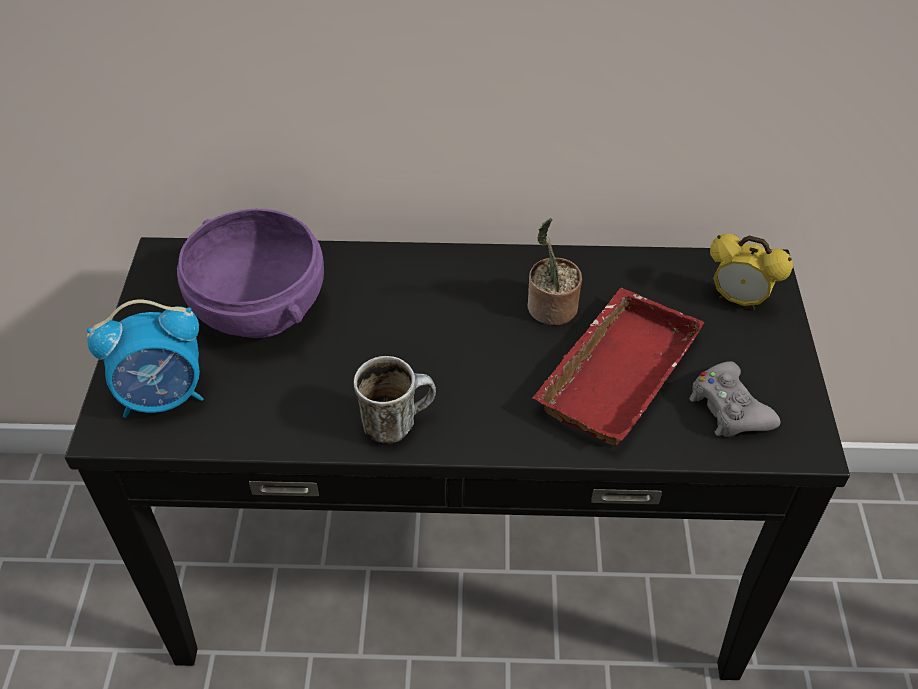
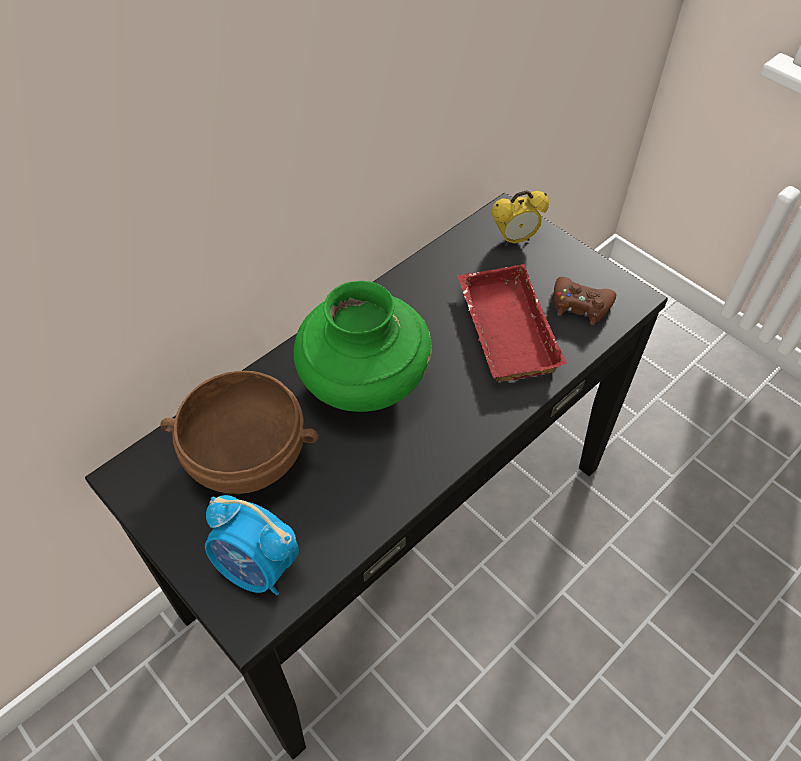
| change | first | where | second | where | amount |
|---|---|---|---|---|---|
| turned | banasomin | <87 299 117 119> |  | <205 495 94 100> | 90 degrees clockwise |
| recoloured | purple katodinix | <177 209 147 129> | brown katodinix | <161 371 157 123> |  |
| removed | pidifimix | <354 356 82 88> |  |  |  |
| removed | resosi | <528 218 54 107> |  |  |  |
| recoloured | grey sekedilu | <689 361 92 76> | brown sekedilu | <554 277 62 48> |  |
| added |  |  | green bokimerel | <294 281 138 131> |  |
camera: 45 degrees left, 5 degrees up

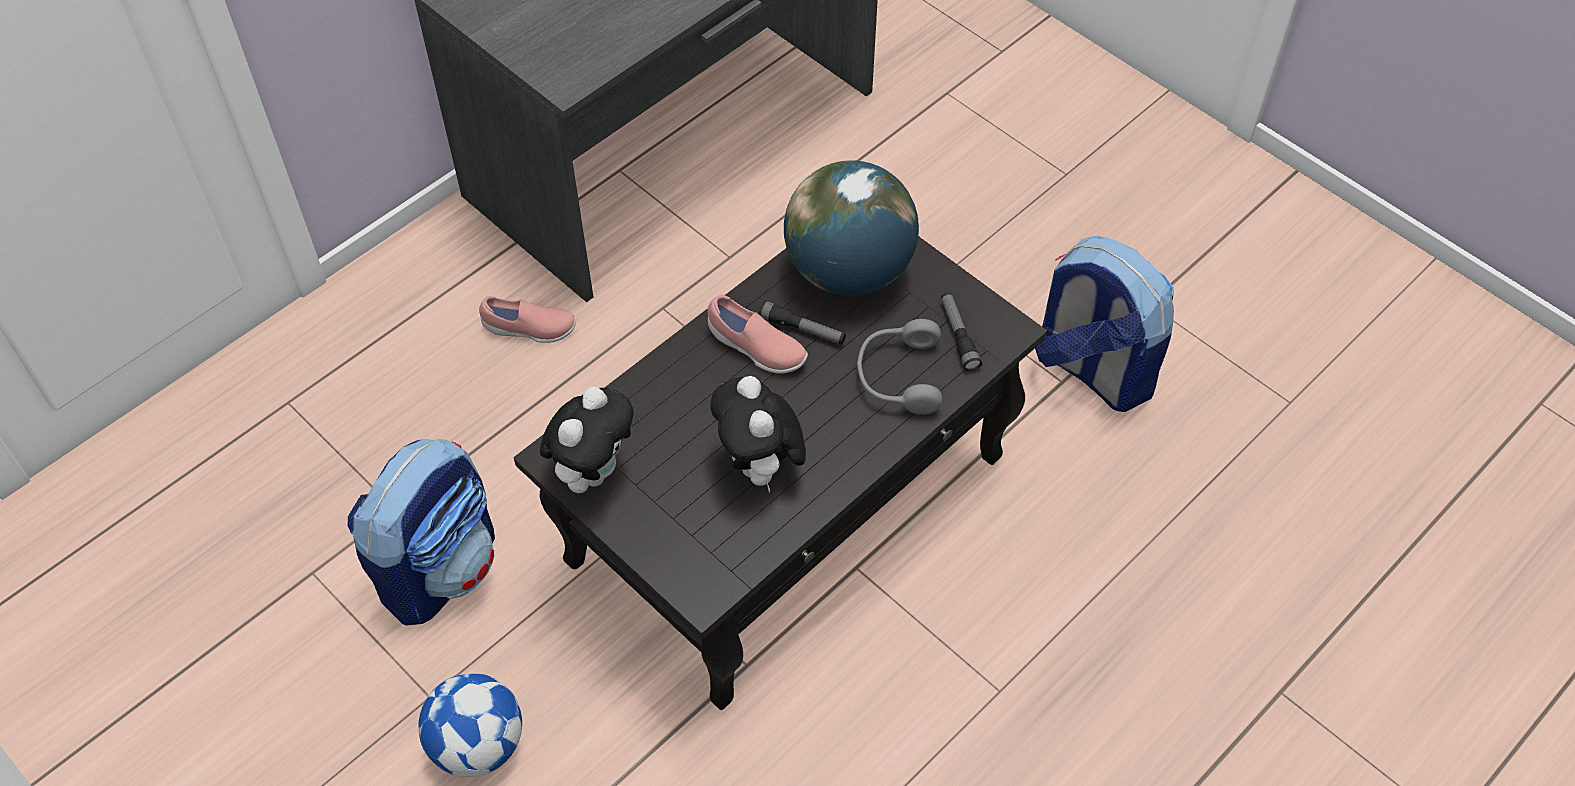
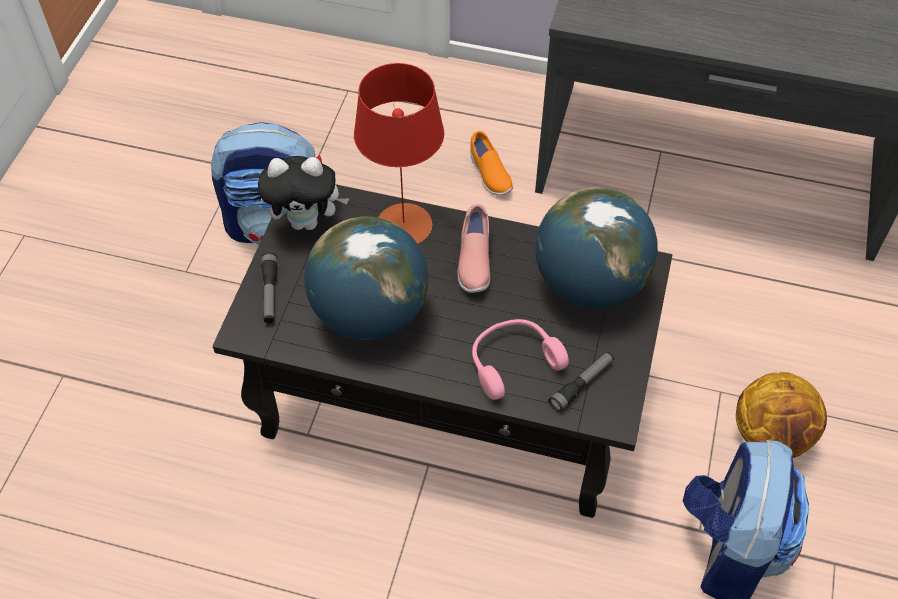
| change | first | where | second | where | amount |
|---|---|---|---|---|---|
| removed | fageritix | <418 673 104 104> |  |  |  |
| recoloured | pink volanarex | <479 296 97 47> | orange volanarex | <470 131 43 65> |  |
| replaced | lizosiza | <710 376 96 116> | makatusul | <304 217 124 123> |  |
| moved | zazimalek | <758 301 88 44> |  | <261 252 16 71> |  |
| recoloured | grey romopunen | <857 319 85 96> | pink romopunen | <472 319 97 81> |  |
| added |  |  | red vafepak | <354 63 90 181> |  |
| added |  |  | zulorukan | <736 372 91 86> |  |
camera: 60 degrees right, 0 degrees up

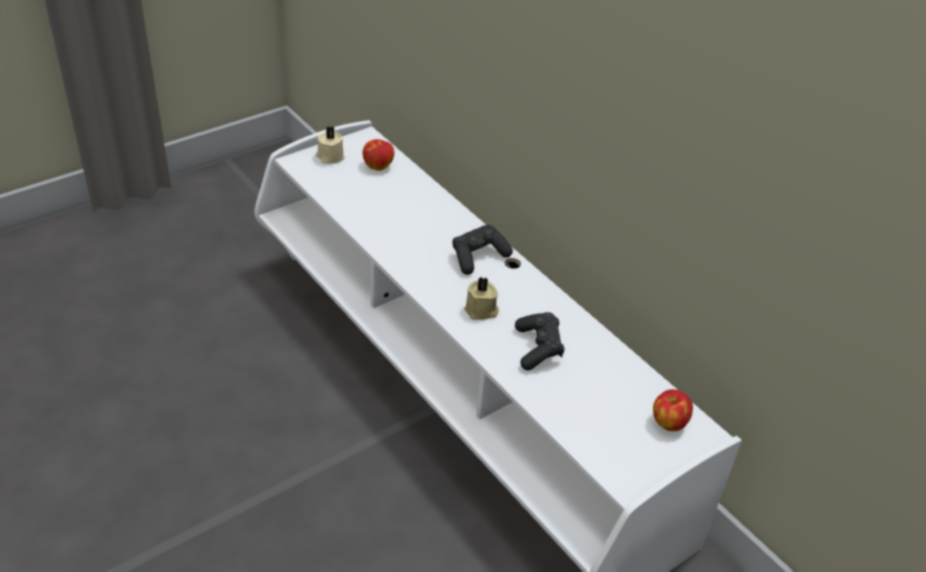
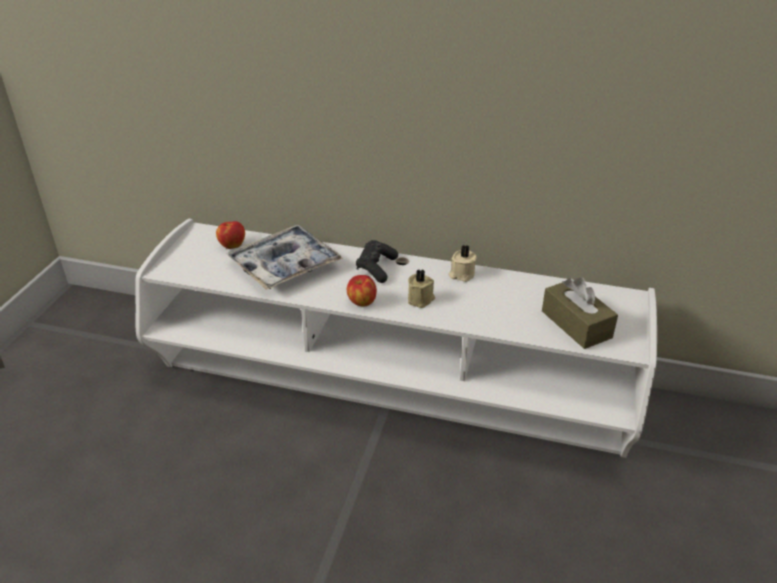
| change | first | where | second | where | amount |
|---|---|---|---|---|---|
| moved | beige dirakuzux | <316 126 28 38> |  | <449 245 28 37> |  |
| removed | black sekedilu | <515 312 49 58> |  |  |  |
| moved | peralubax | <653 389 40 42> |  | <347 275 30 32> |  |
| added |  |  | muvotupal | <227 225 116 65> |  |
| added |  |  | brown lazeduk | <542 277 76 72> |  |
camera: 35 degrees left, 5 degrees down

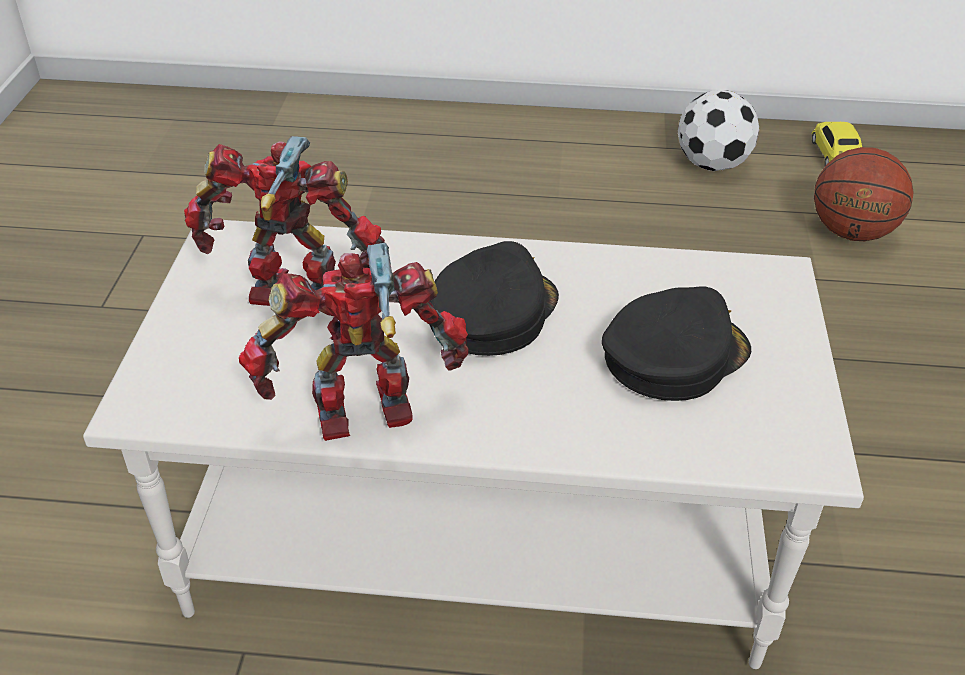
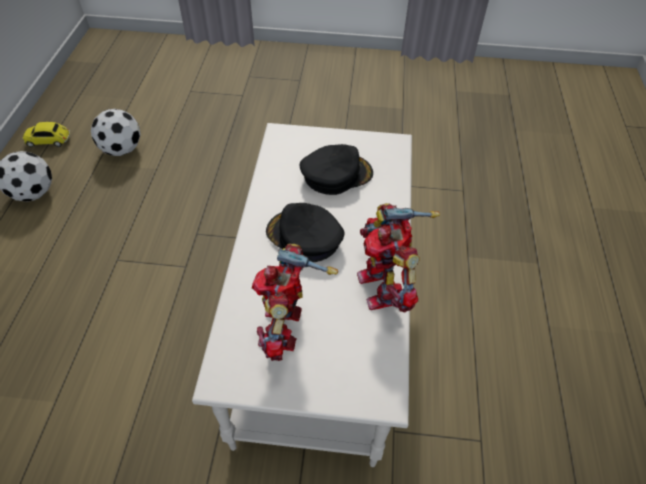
| change | first | where | second | where | amount |
|---|---|---|---|---|---|
| turned | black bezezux | <602 286 149 115> |  | <300 144 73 51> | 105 degrees clockwise |
| replaced | zulorukan | <814 147 99 94> | fageritix | <91 109 50 47> |  |
camera: 90 degrees left, 10 degrees up

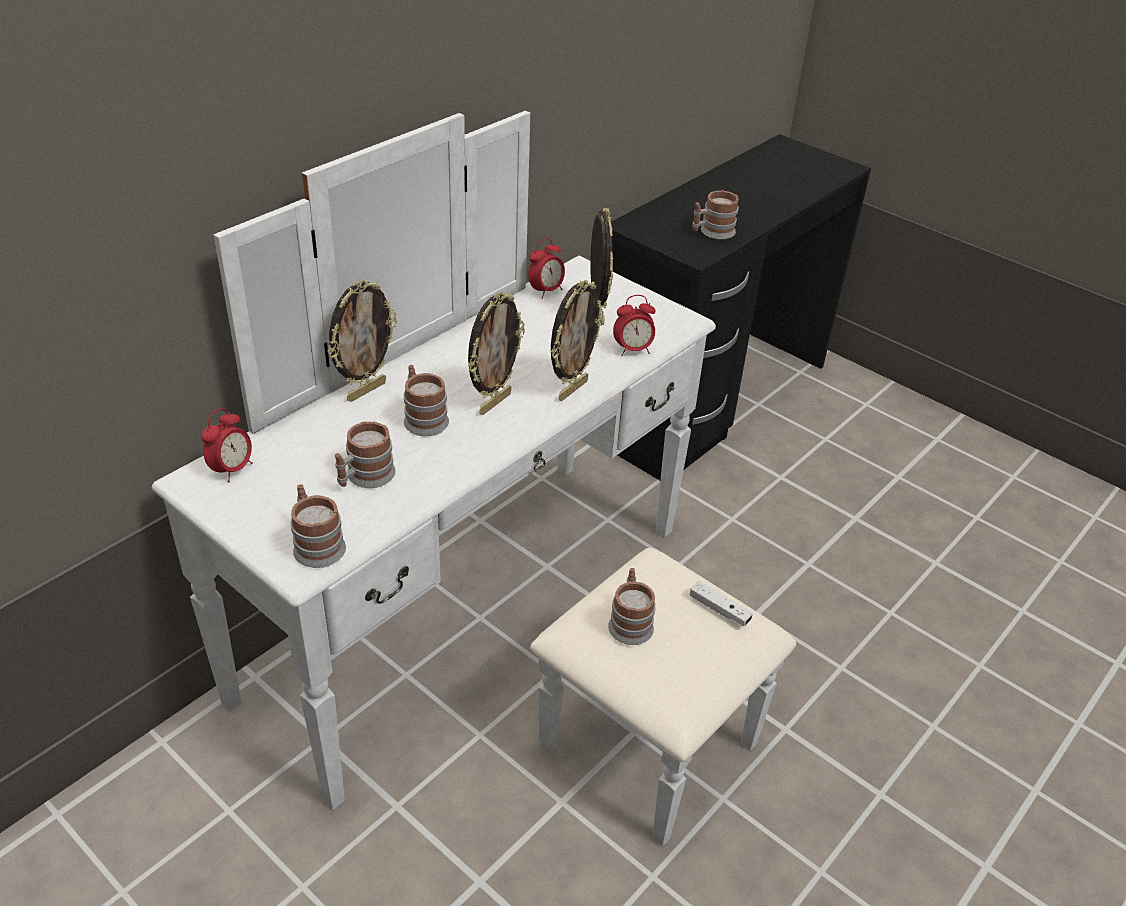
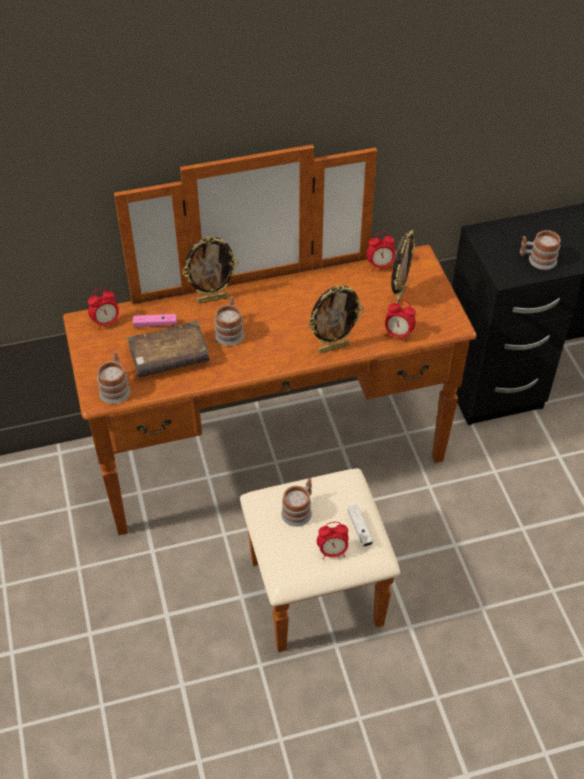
| change | first | where | second | where | amount |
|---|---|---|---|---|---|
| recoloured | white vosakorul | <152 111 644 736> | brown vosakorul | <63 144 414 508> |  |
| replaced | pidifimix | <335 421 61 67> | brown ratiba | <127 320 83 58> |  |
| removed | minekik | <468 292 57 123> |  |  |  |
| added |  |  | pink sekedilu | <133 314 44 13> |  |
| added |  |  | banasomin | <317 522 32 37> |  |
camera: 35 degrees right, 10 degrees up

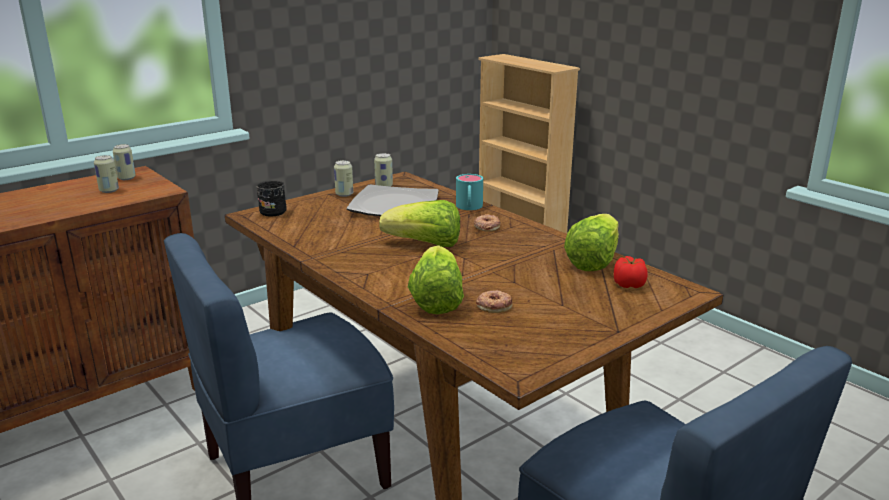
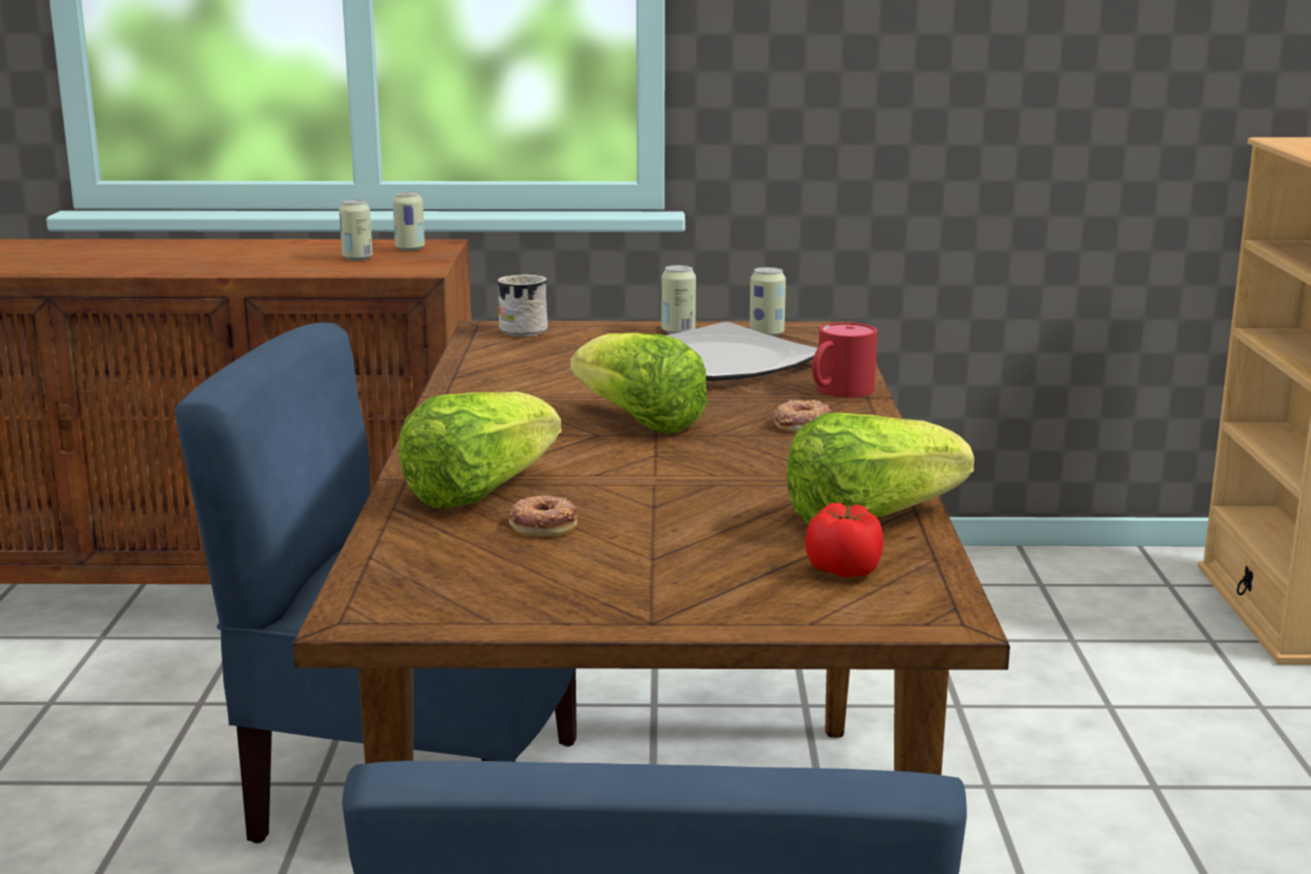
| change | first | where | second | where | amount |
|---|---|---|---|---|---|
| recoloured | black pidifimix | <257 181 30 35> | white pidifimix | <498 275 50 62> |  |
| recoloured | turquoise pidifimix | <456 174 27 36> | red pidifimix | <812 322 65 76> |  |
camera: 40 degrees right, 5 degrees down

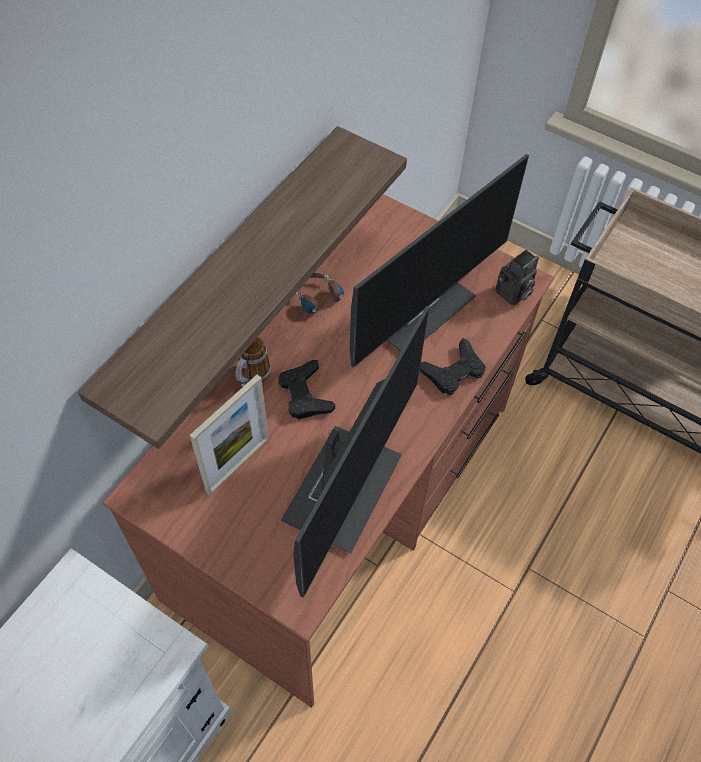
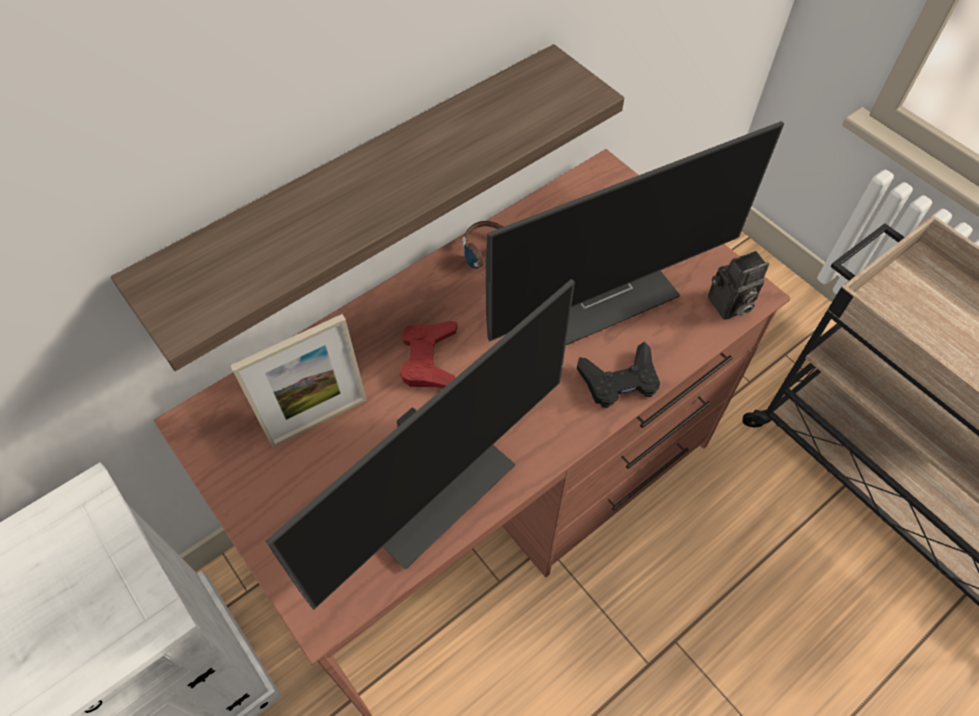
| change | first | where | second | where | amount |
|---|---|---|---|---|---|
| removed | pidifimix | <235 336 36 51> |  |  |  |
| recoloured | black sekedilu | <278 360 57 59> | red sekedilu | <400 321 58 67> |  |
camera: 20 degrees right, 0 degrees up

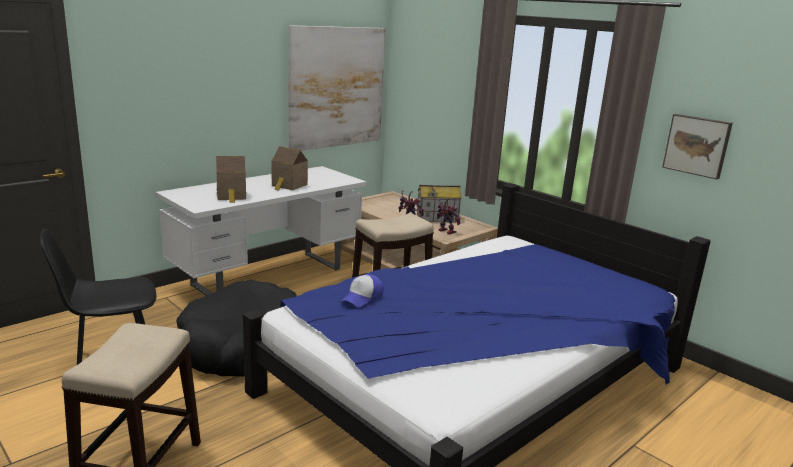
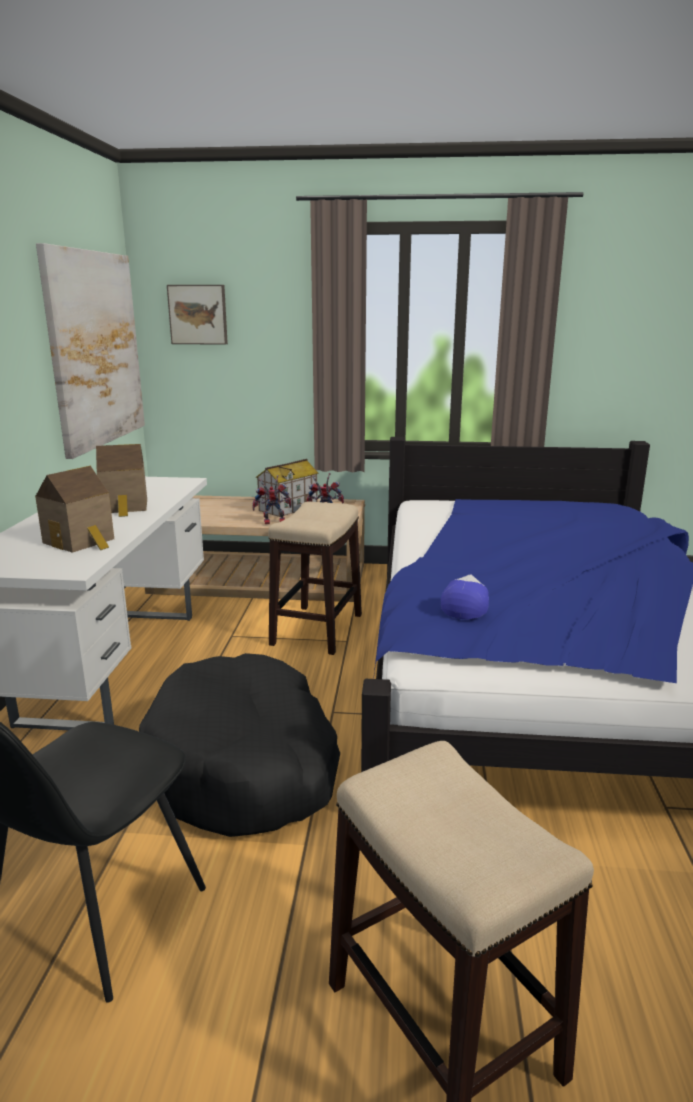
| change | first | where | second | where | amount |
|---|---|---|---|---|---|
| turned | bezezux | <342 274 42 33> |  | <441 574 48 45> | 150 degrees counterclockwise |
| moved | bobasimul | <662 114 71 66> |  | <167 285 61 60> |  |
camera: 40 degrees left, 0 degrees up

